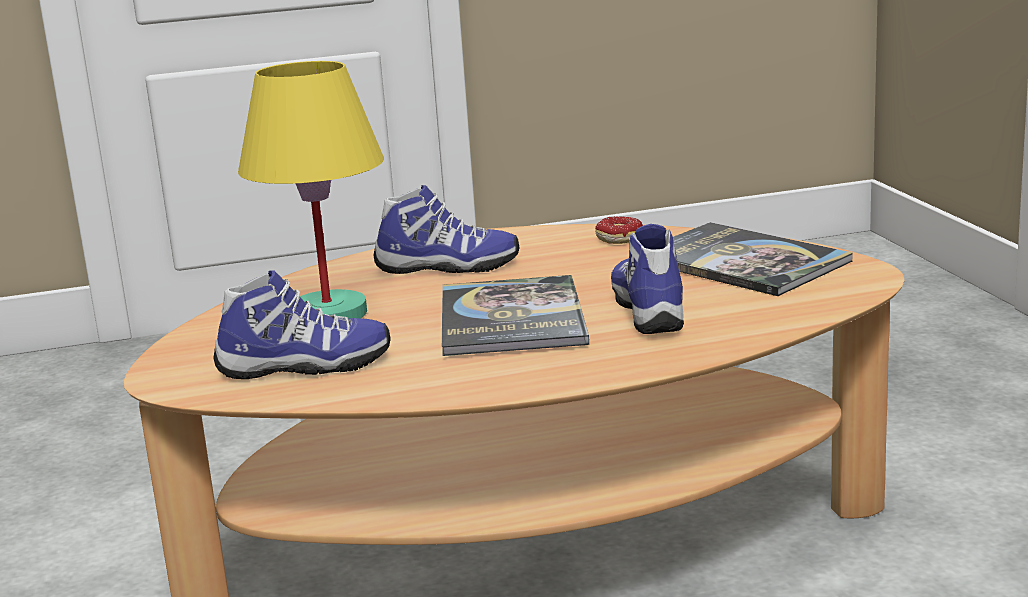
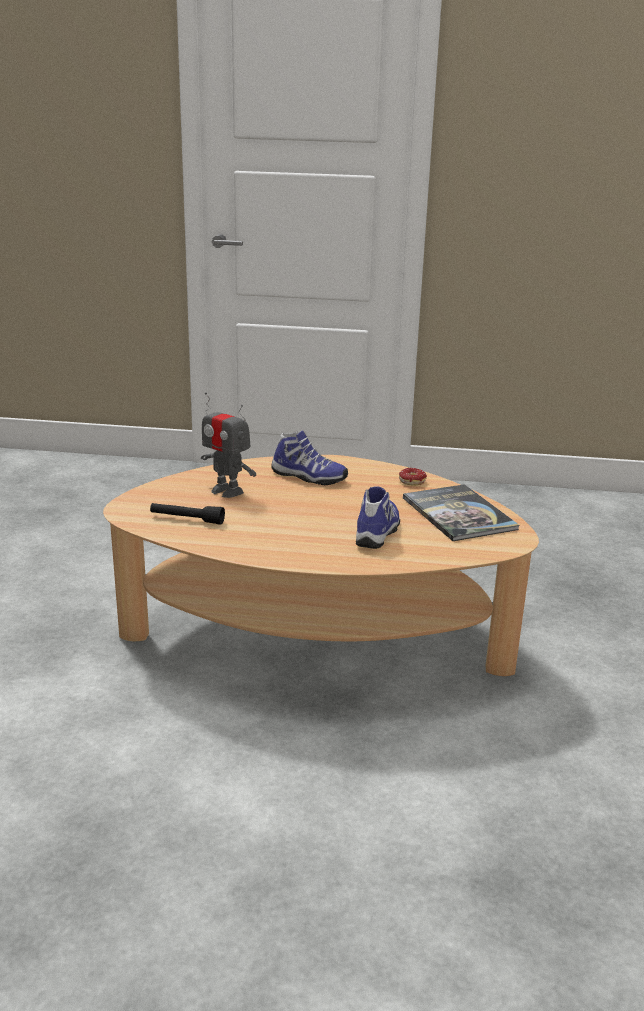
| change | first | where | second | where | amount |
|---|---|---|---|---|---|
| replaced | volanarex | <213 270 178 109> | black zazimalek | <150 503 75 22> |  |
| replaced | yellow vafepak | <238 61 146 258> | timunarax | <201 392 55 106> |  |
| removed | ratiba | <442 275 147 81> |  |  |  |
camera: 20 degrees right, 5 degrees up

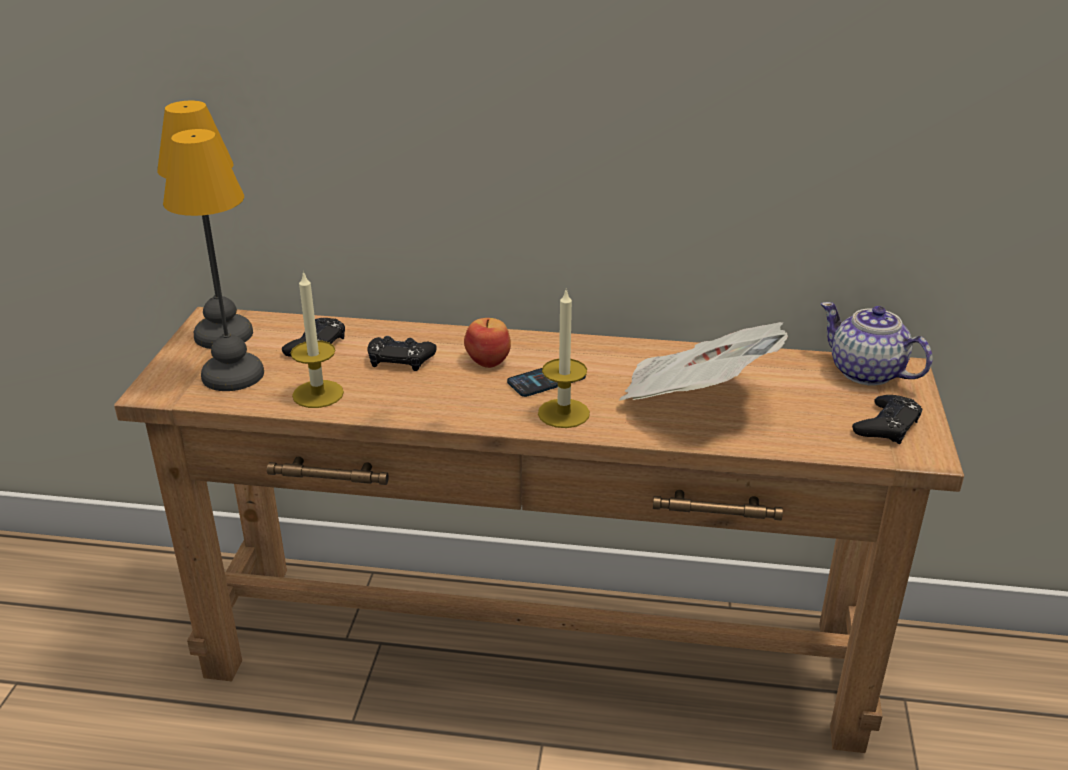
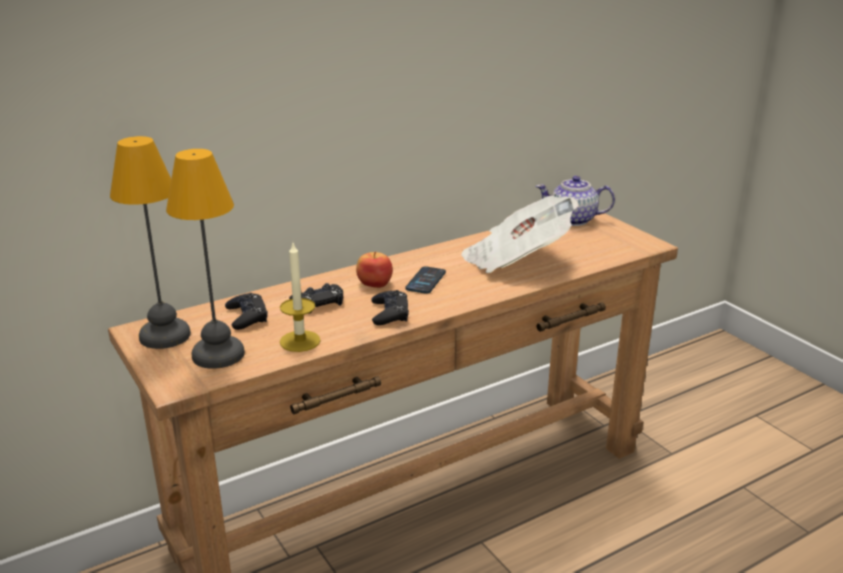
| change | first | where | second | where | amount |
|---|---|---|---|---|---|
| removed | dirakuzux | <538 290 52 138> |  |  |  |
| moved | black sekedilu | <852 395 70 49> |  | <371 290 38 35> |  |
camera: 40 degrees left, 5 degrees down

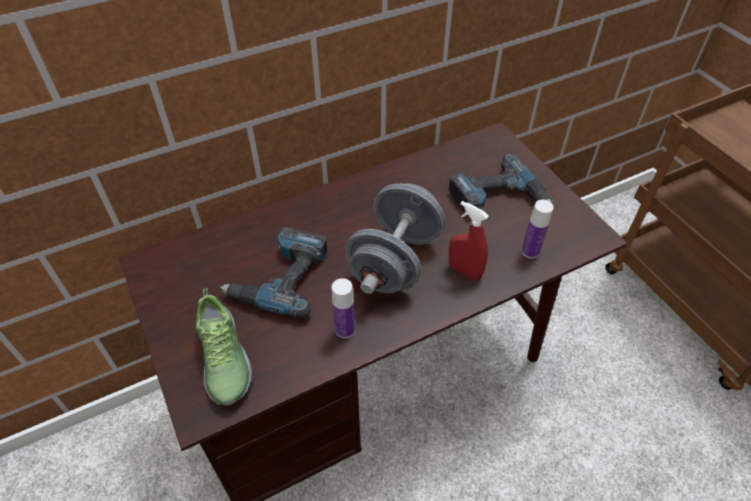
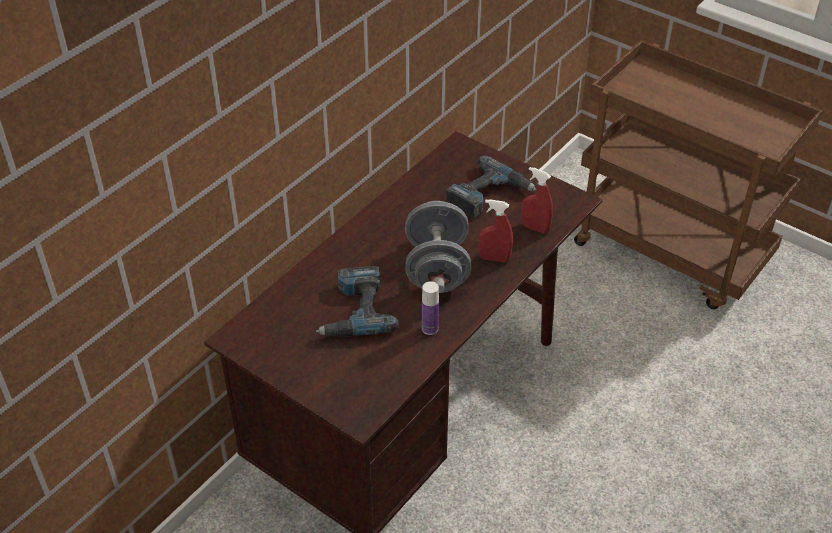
| change | first | where | second | where | amount |
|---|---|---|---|---|---|
| removed | volanarex | <196 288 56 118> |  |  |  |
| replaced | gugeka | <521 200 33 59> | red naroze | <521 167 32 67> |  |
camera: 25 degrees left, 5 degrees down

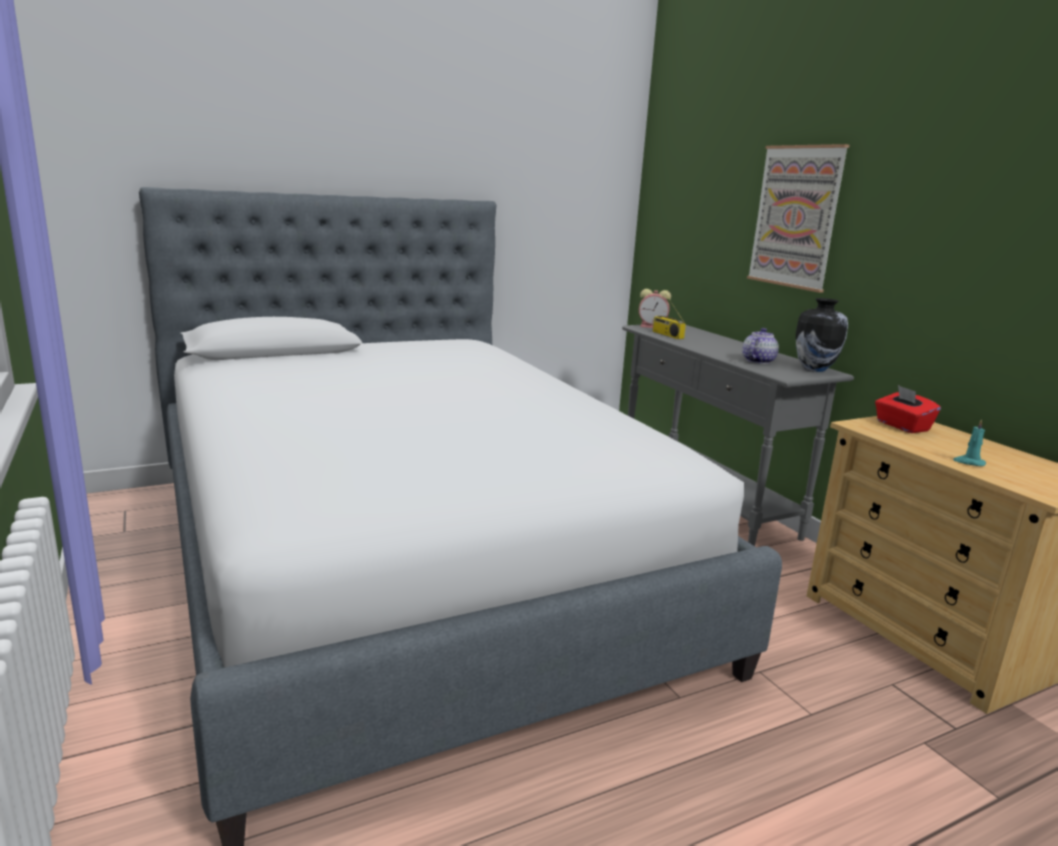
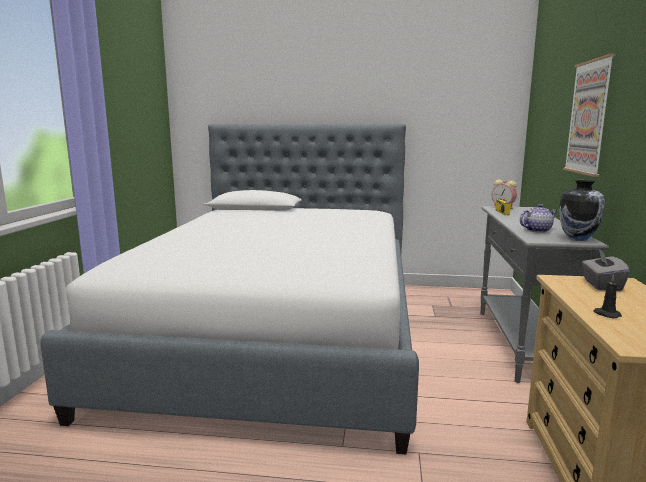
| change | first | where | second | where | amount |
|---|---|---|---|---|---|
| recoloured | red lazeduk | <875 385 66 48> | grey lazeduk | <582 249 48 42> |  |
| recoloured | turquoise dirakuzux | <953 419 33 47> | black dirakuzux | <594 274 28 44> |  |
camera: 35 degrees right, 5 degrees down

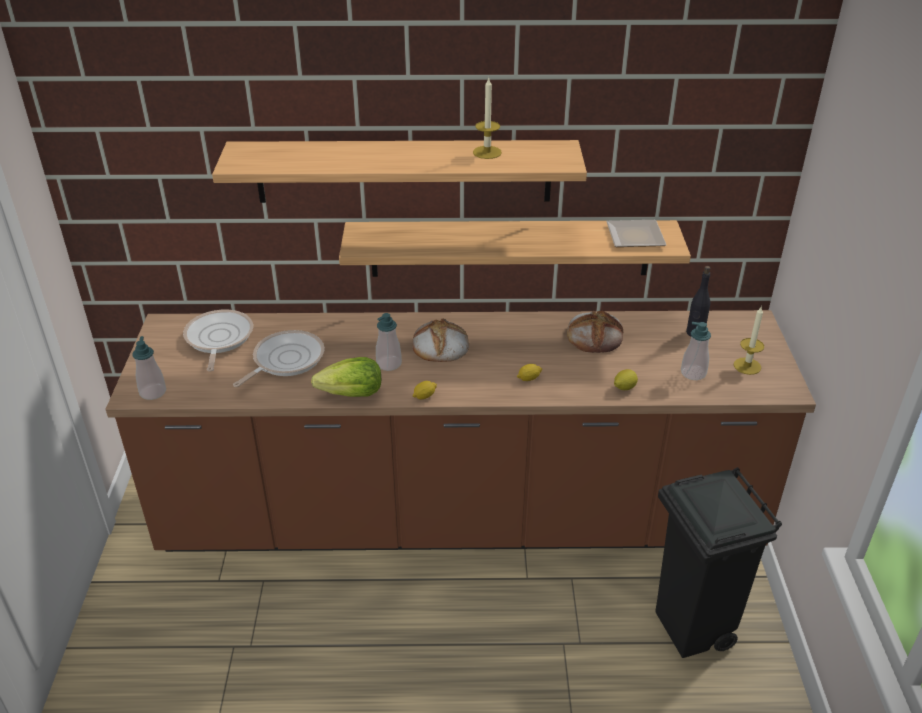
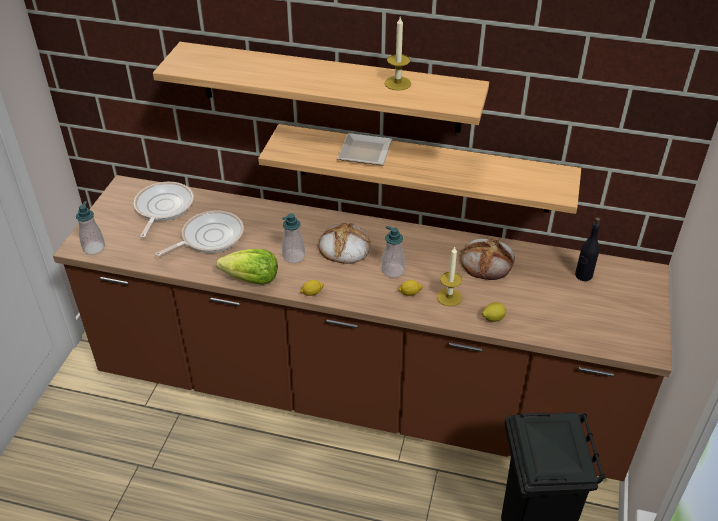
| change | first | where | second | where | amount |
|---|---|---|---|---|---|
| moved | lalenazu | <606 220 60 27> |  | <337 133 55 33> |  |
| moved | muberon | <681 322 30 58> |  | <382 226 23 52> |  |
| moved | dirakuzux | <734 306 30 69> |  | <437 246 25 60> |  |
camera: 15 degrees right, 5 degrees up

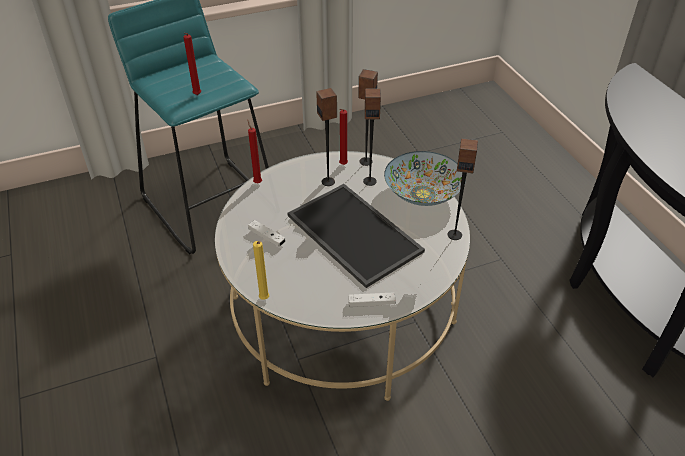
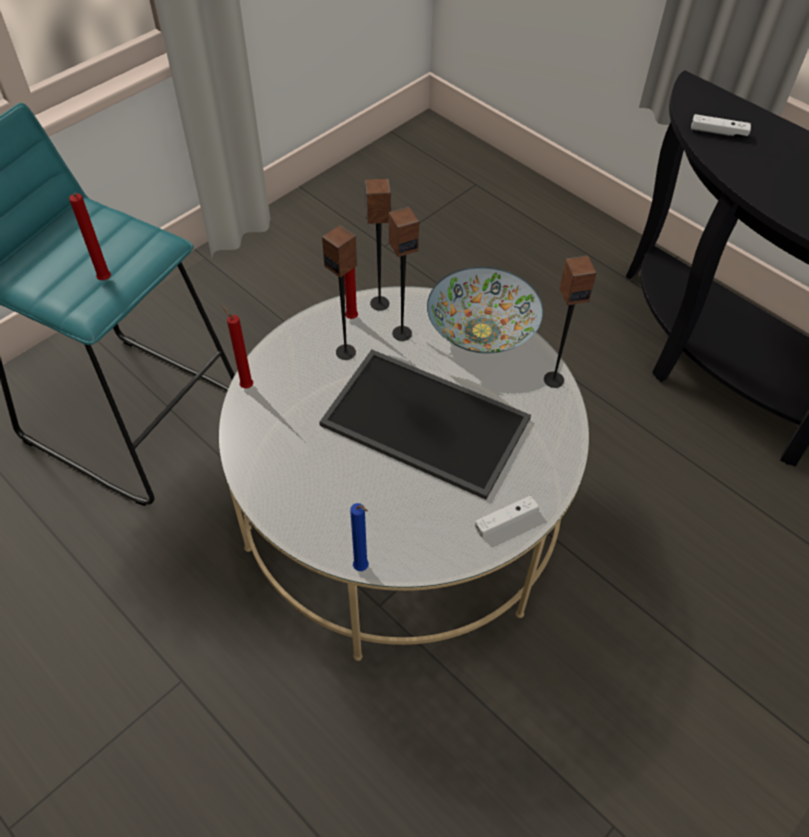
| change | first | where | second | where | amount |
|---|---|---|---|---|---|
| moved | white sekedilu | <248 220 38 27> |  | <691 114 60 22> |  |
| recoloured | yellow dirakuzux | <253 241 16 59> | blue dirakuzux | <350 503 19 68> |  |
camera: 25 degrees left, 10 degrees up

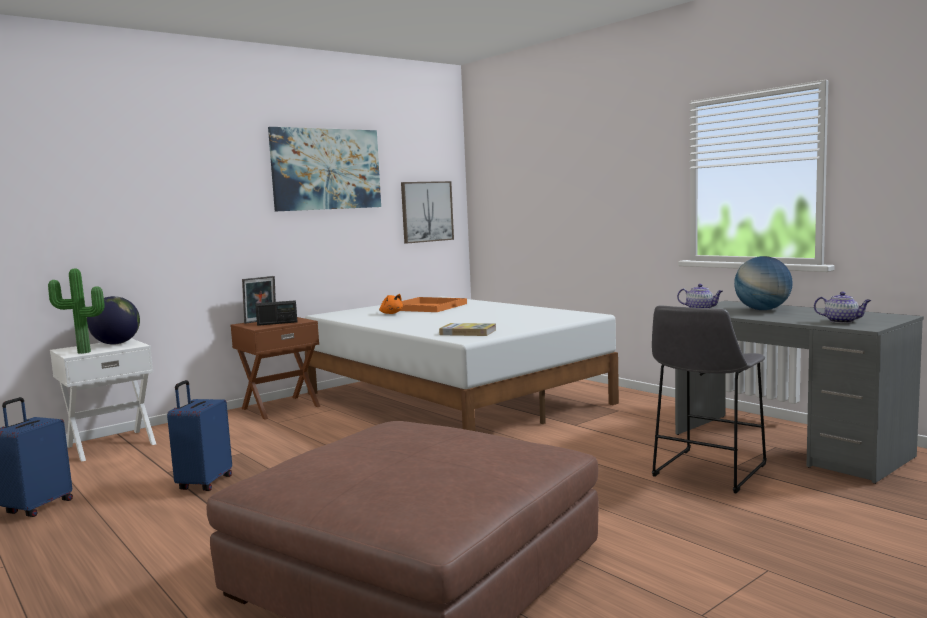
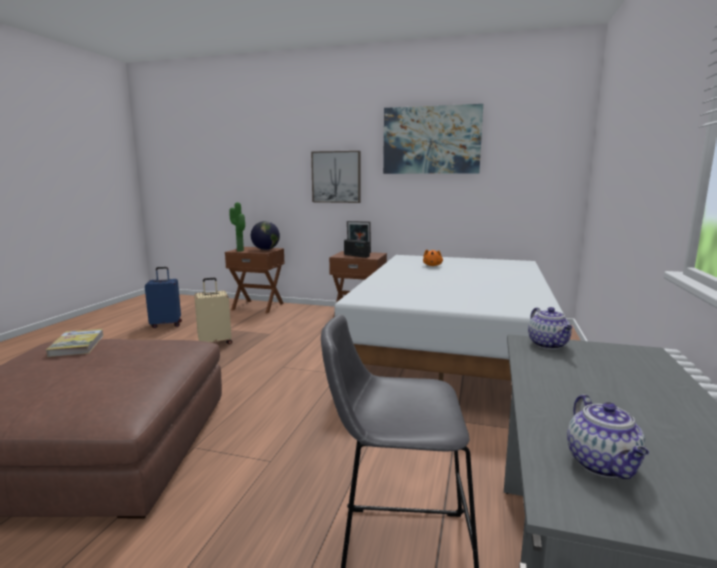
| change | first | where | second | where | amount |
|---|---|---|---|---|---|
| recoloured | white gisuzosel | <50 338 106 123> | brown gisuzosel | <225 247 60 66> |  |
| recoloured | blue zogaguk | <167 380 65 111> | beige zogaguk | <194 278 38 66> |  |
| removed | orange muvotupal | <400 297 67 15> |  |  |  |
| moved | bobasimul | <401 181 53 62> |  | <311 151 49 52> |  |
| moved | ratiba | <439 323 57 13> |  | <46 329 58 28> |  |
| removed | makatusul | <734 256 59 54> |  |  |  |
camera: 55 degrees right, 5 degrees up

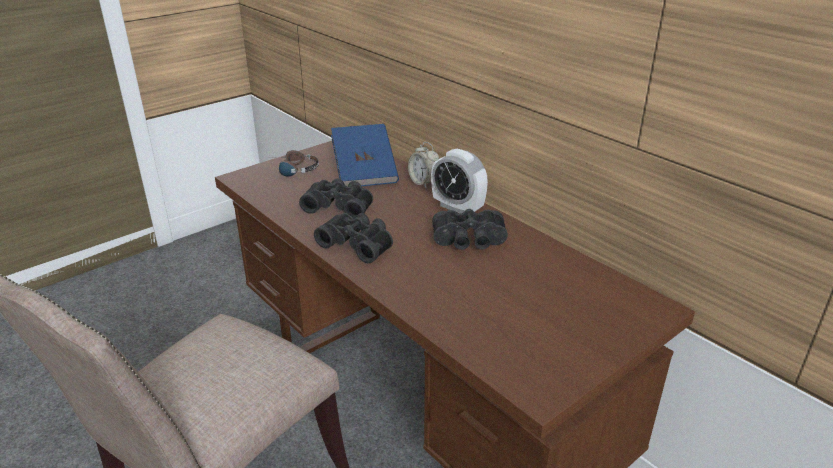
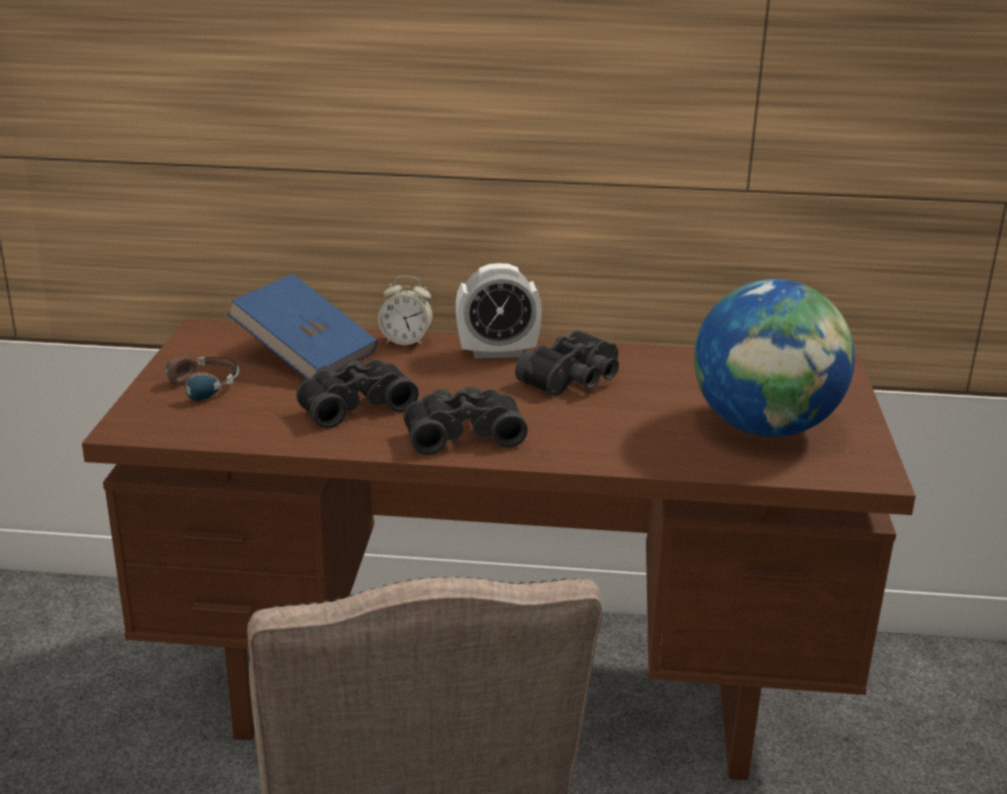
| change | first | where | second | where | amount |
|---|---|---|---|---|---|
| added |  |  | makatusul | <694 279 161 158> |  |
camera: 45 degrees left, 5 degrees down

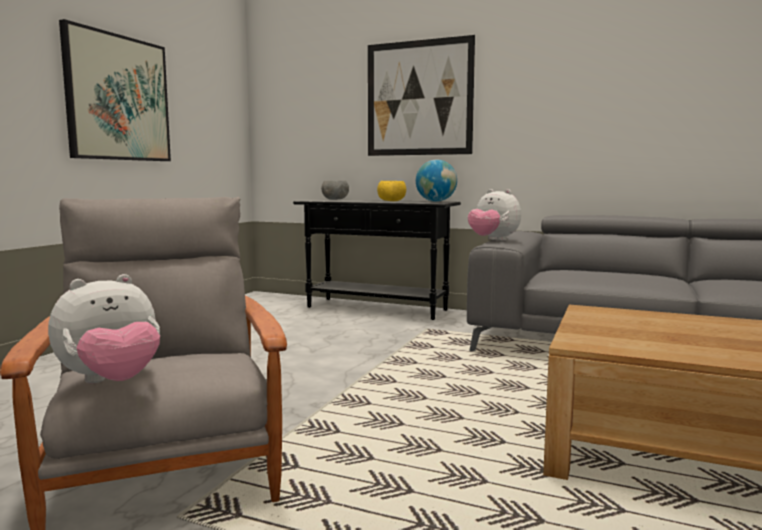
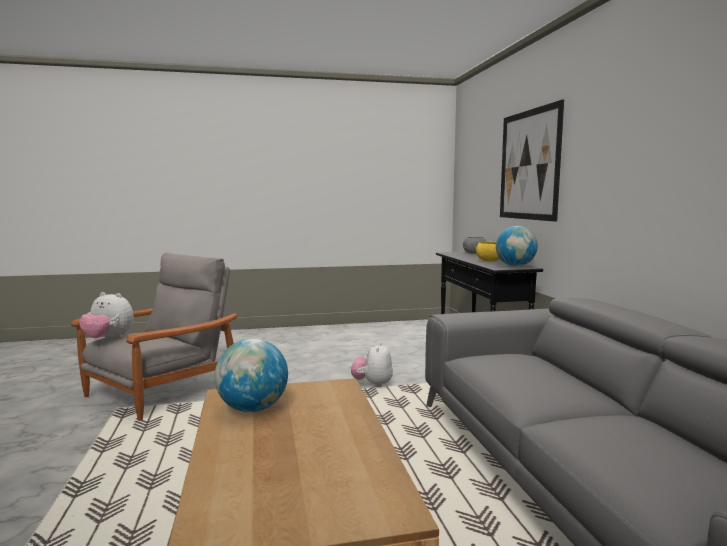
| change | first | where | second | where | amount |
|---|---|---|---|---|---|
| removed | bobasimul | <59 19 112 142> |  |  |  |
| moved | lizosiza | <468 189 53 52> |  | <351 342 42 45> |  |
| added |  |  | makatusul | <215 338 73 74> |  |
camera: 55 degrees right, 0 degrees up

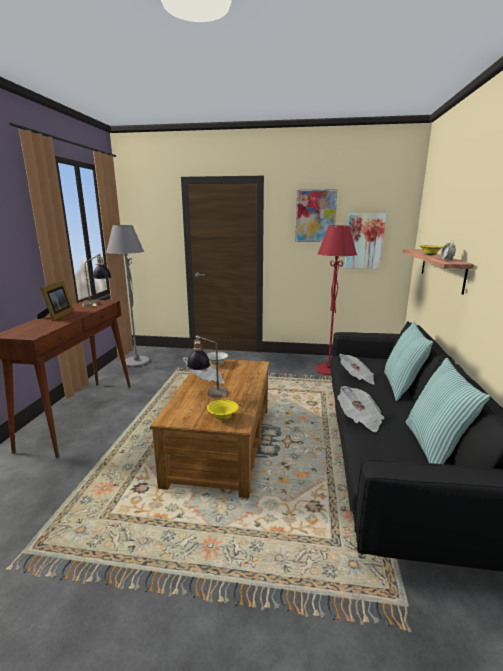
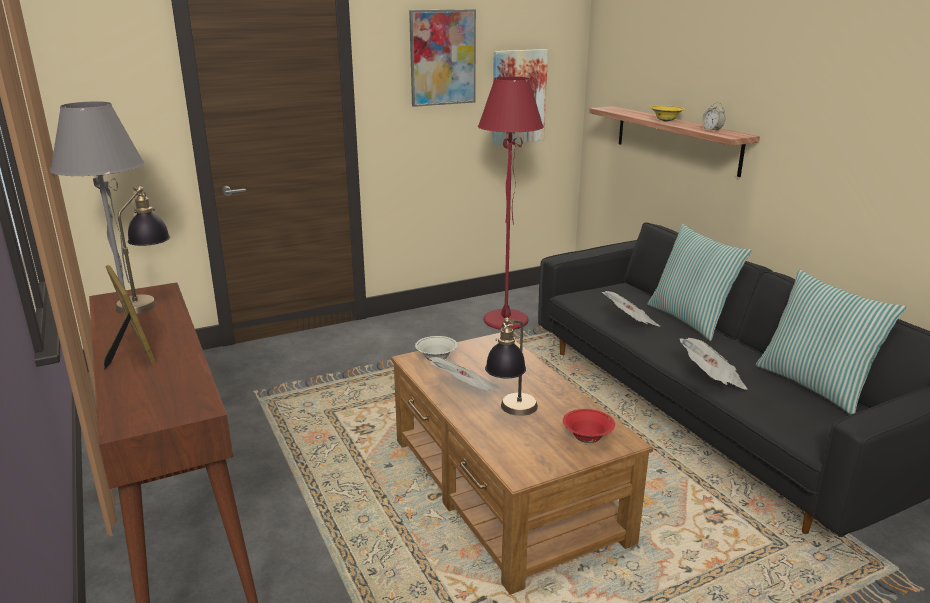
| change | first | where | second | where | amount |
|---|---|---|---|---|---|
| recoloured | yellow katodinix | <207 400 32 20> | red katodinix | <563 409 52 34> |  |
camera: 35 degrees left, 5 degrees up

